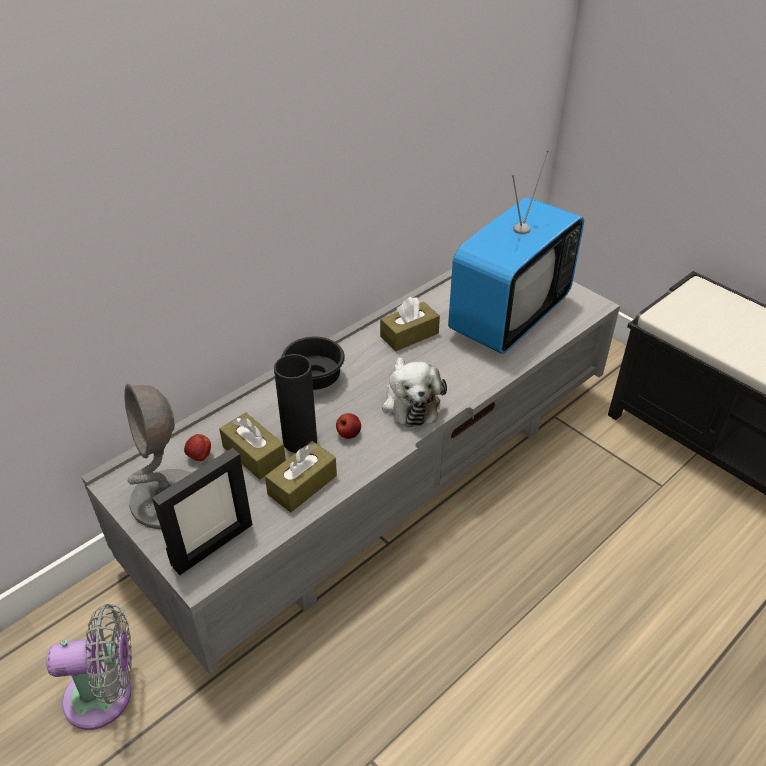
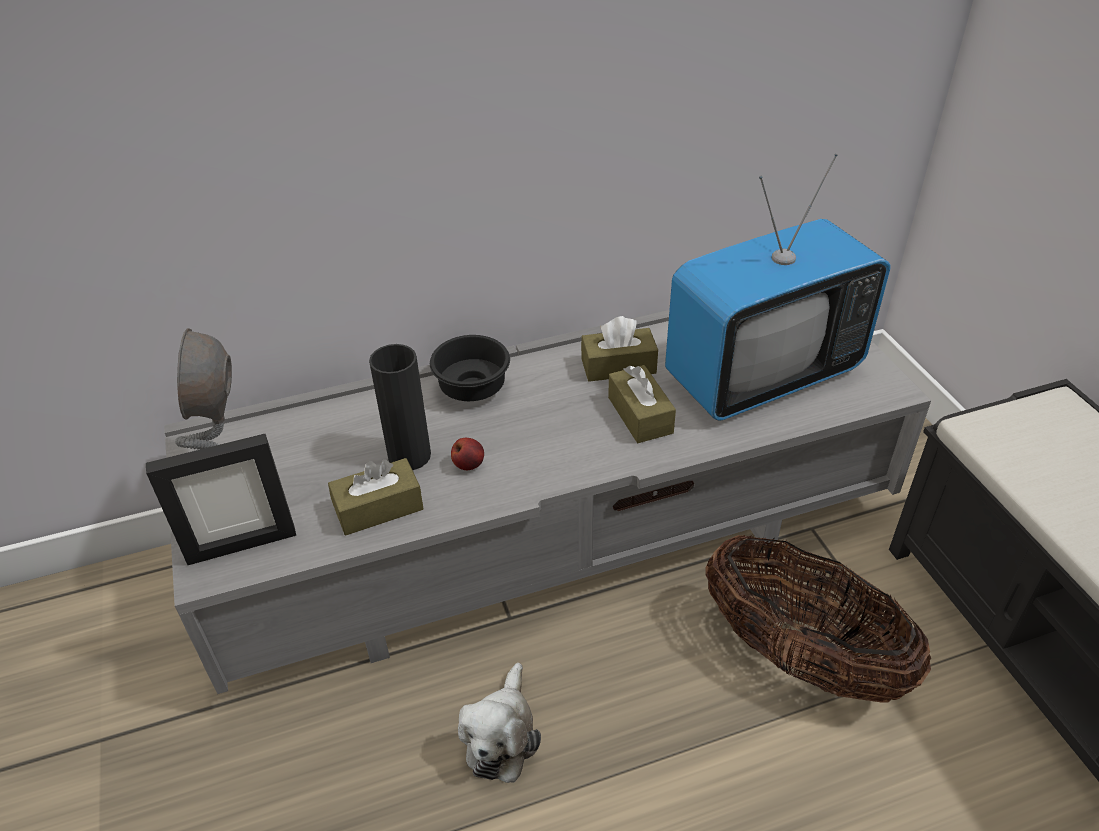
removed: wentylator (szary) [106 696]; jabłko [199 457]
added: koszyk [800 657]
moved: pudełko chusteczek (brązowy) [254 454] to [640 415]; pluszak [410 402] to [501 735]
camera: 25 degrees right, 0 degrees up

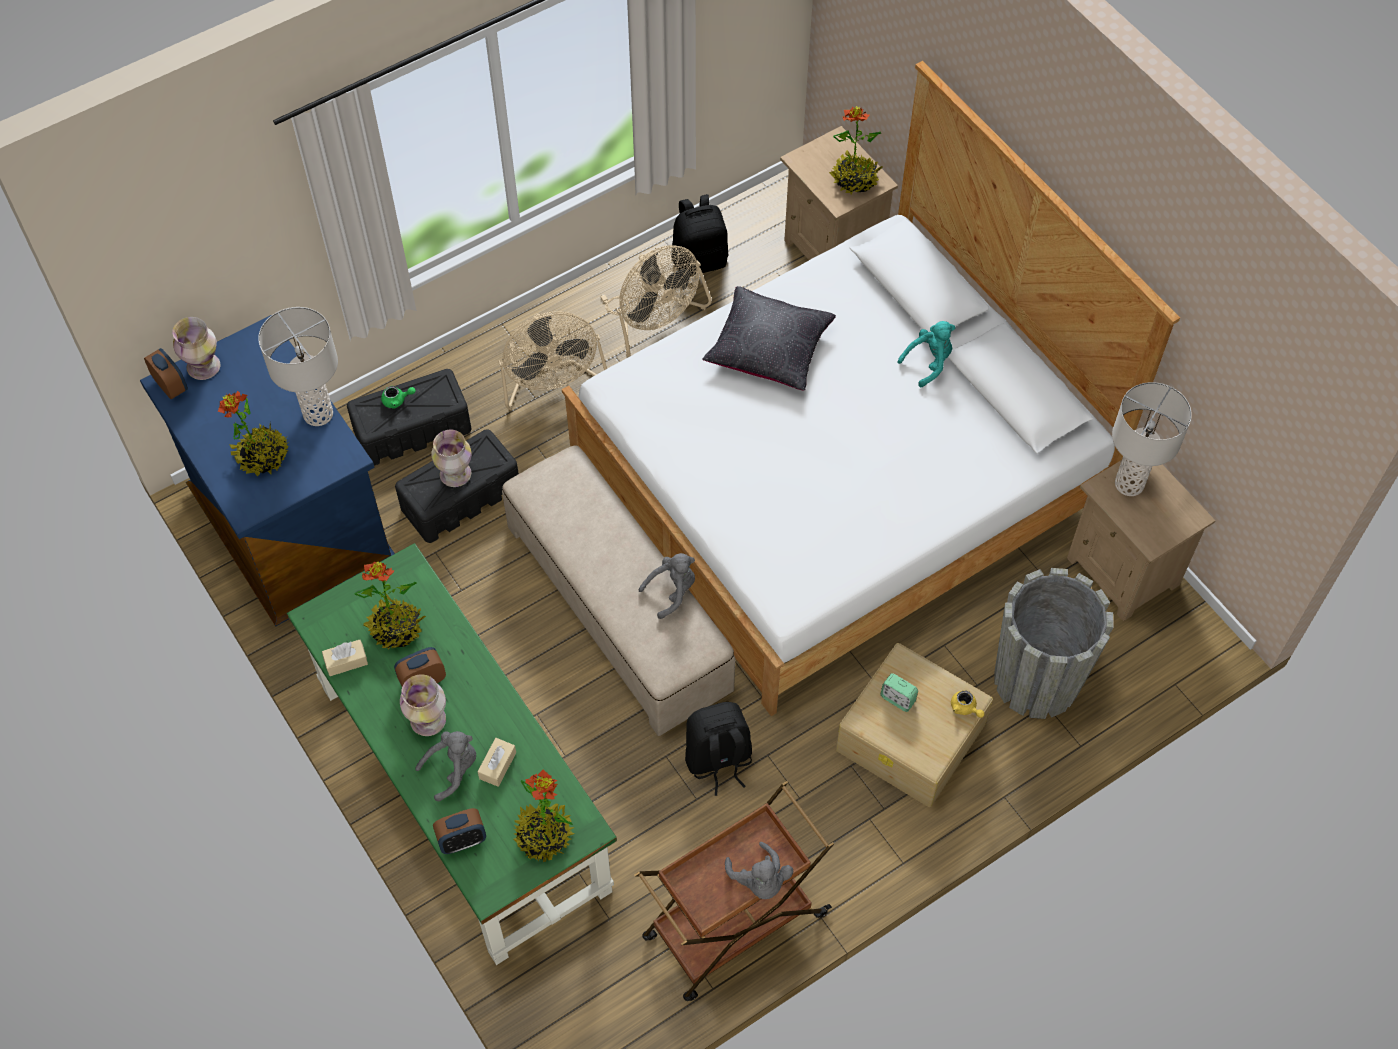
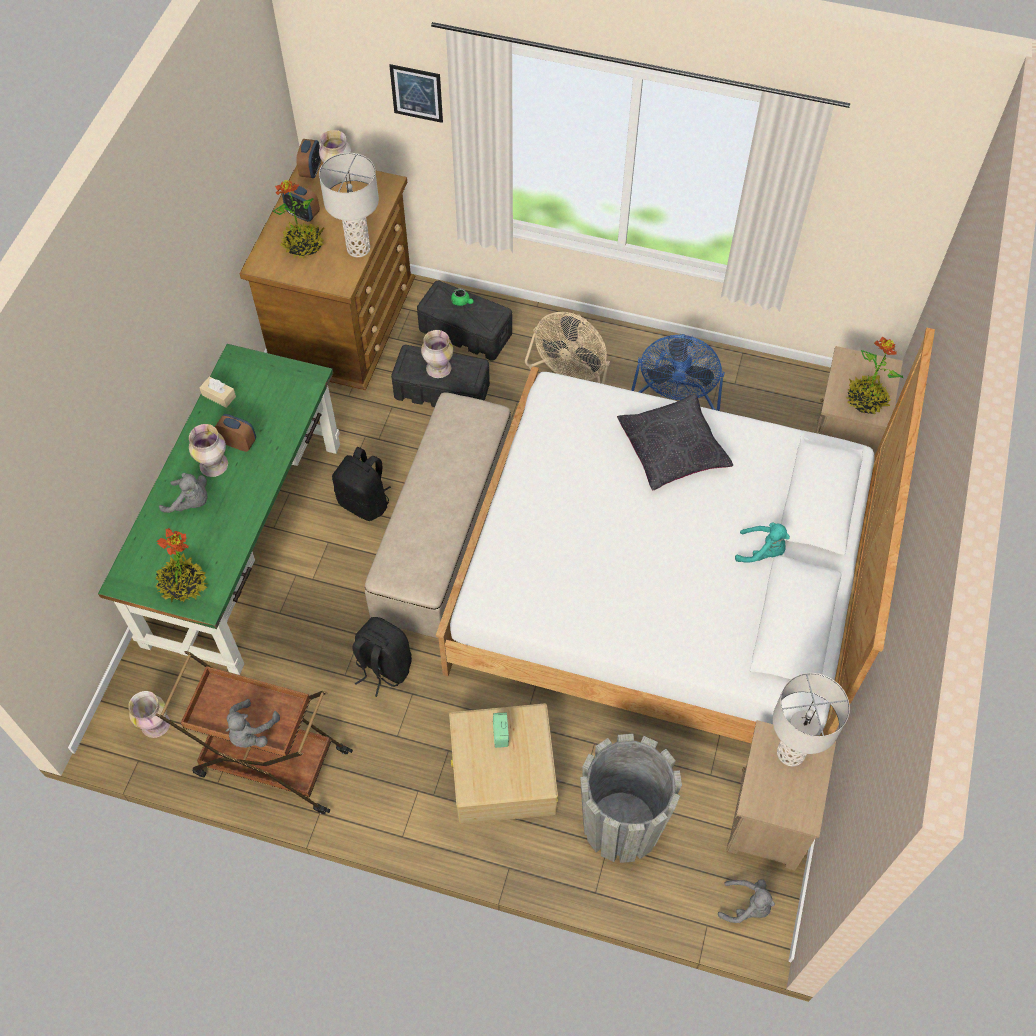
removed: roślina doniczkowa [396 628]; pudełko chusteczek (beżowy) [497 765]; imbryk (żółty) [965 708]
added: wazon [156 724]; obraz [416 93]
moved: budzik [462 840] to [303 215]; pluszak (szary) [672 591] to [746 906]; plecak (czarny) [700 260] to [365 502]
recoloured: komoda (niebieski) [291 525] to komoda (brązowy) [343 325]; wentylator (beżowy) [651 321] to wentylator (niebieski) [673 392]
camera: 50 degrees right, 0 degrees up

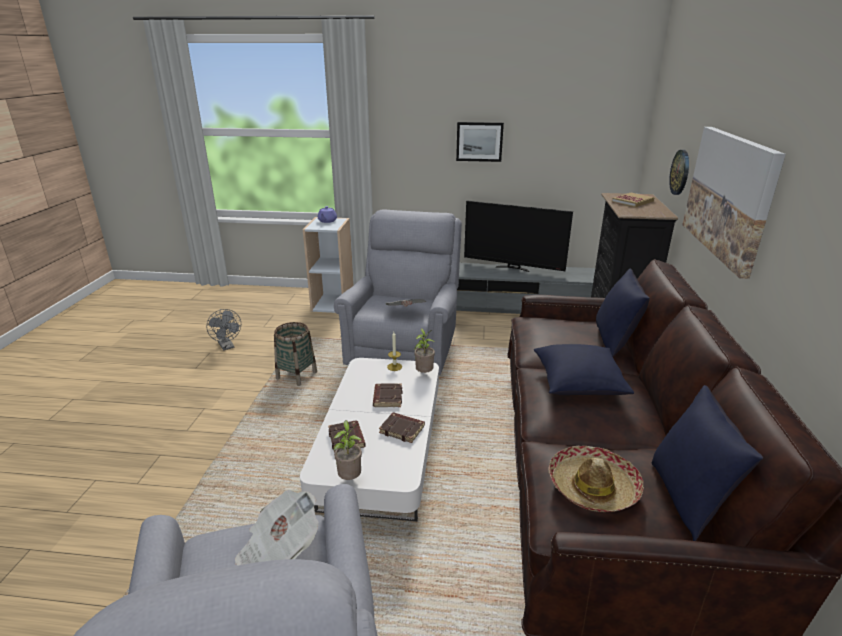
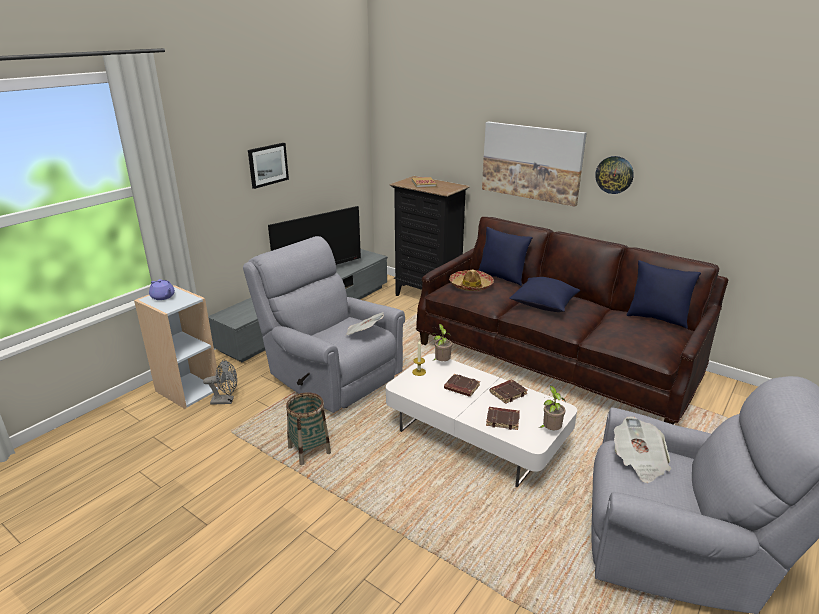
moved: wentylator (szary) [227 346] to [226 400]; kapelusz [592 487] to [471 285]; zegar ścienny [680 172] to [614 174]
camera: 60 degrees left, 0 degrees up

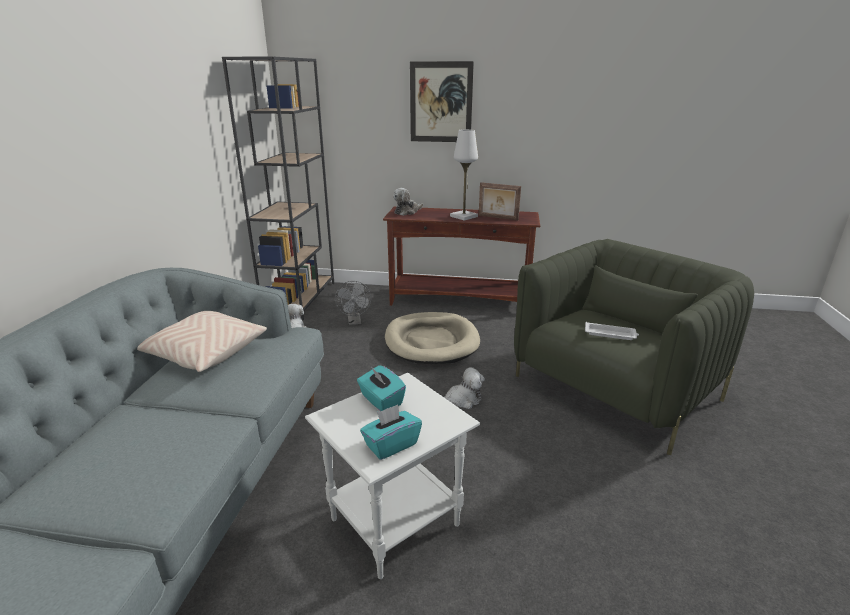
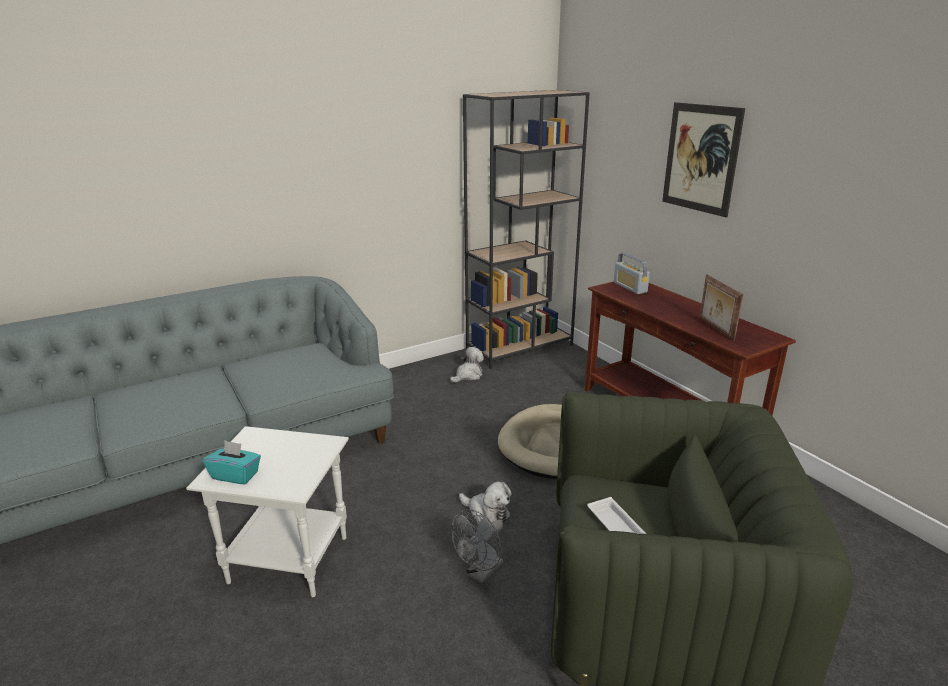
removed: poduszka (beżowy) [204 353]; pudełko chusteczek (turkusowy) [381 400]; lampa stołowa (biały) [464 216]
moved: wentylator (szary) [355 322] to [481 573]
replaced: pluszak [407 212] to radio [630 287]
camera: 50 degrees right, 0 degrees up

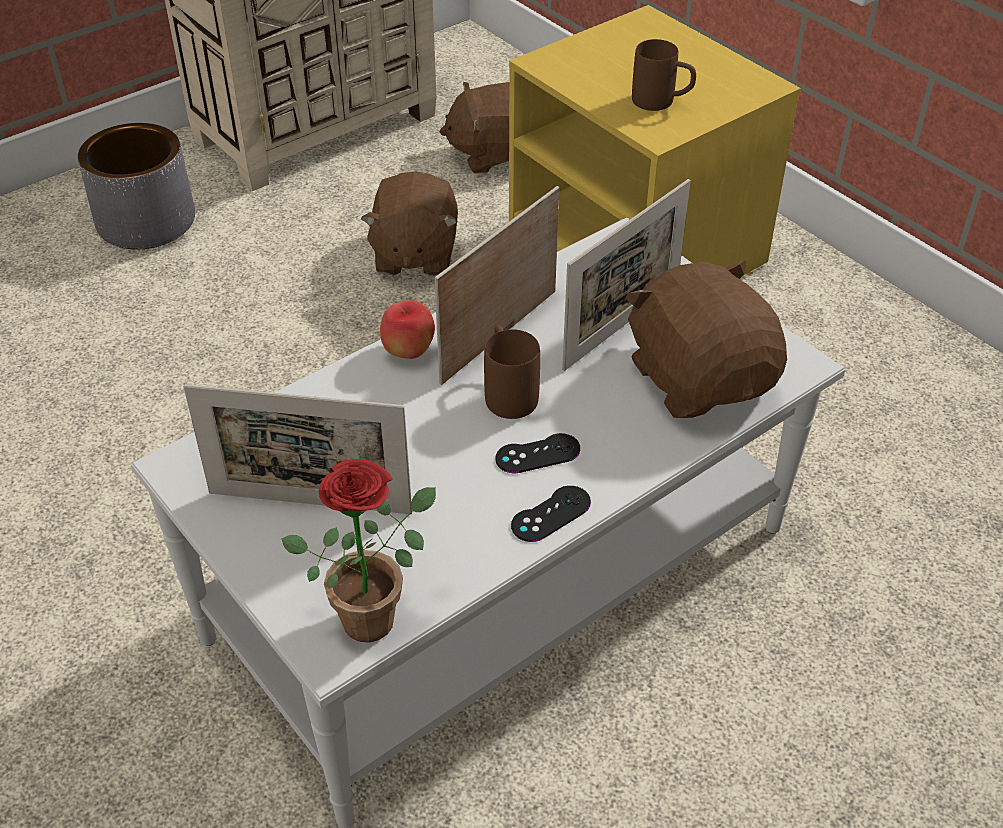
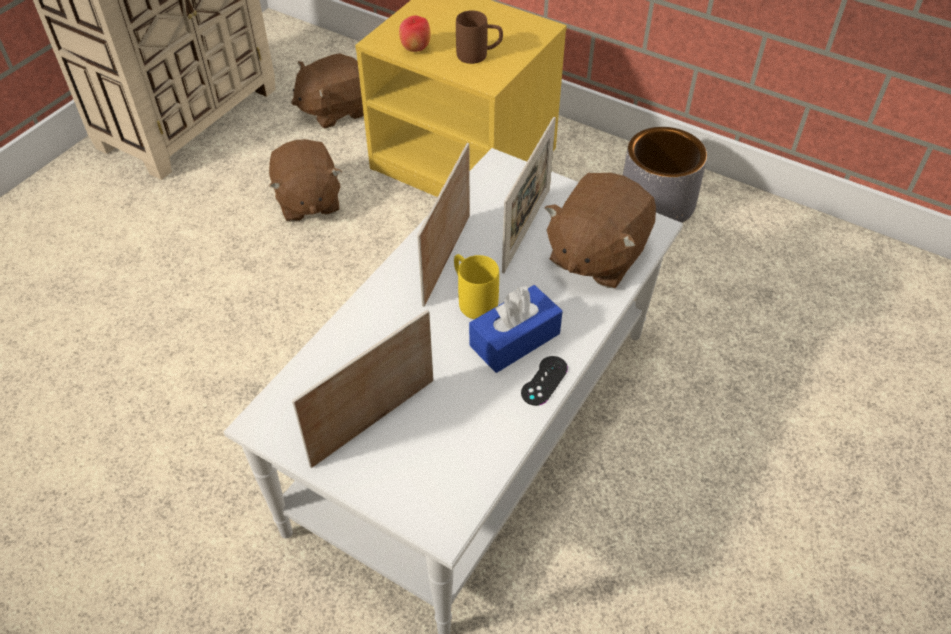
removed: roślina doniczkowa [375 613]
moved: donica (szary) [147 223] to [656 203]; jabłko [408 352] to [415 49]
replaced: pad do gier (czarny) [538 454] to pudełko chusteczek (niebieski) [514 339]
recoloured: kubek (brązowy) [508 392] to kubek (żółty) [472 299]
turned: ramka na zdjęcie [310 503] = [373 422] 150 degrees clockwise; pluszak (brązowy) [700 379] = [596 255] 105 degrees counterclockwise
camera: 20 degrees left, 5 degrees up

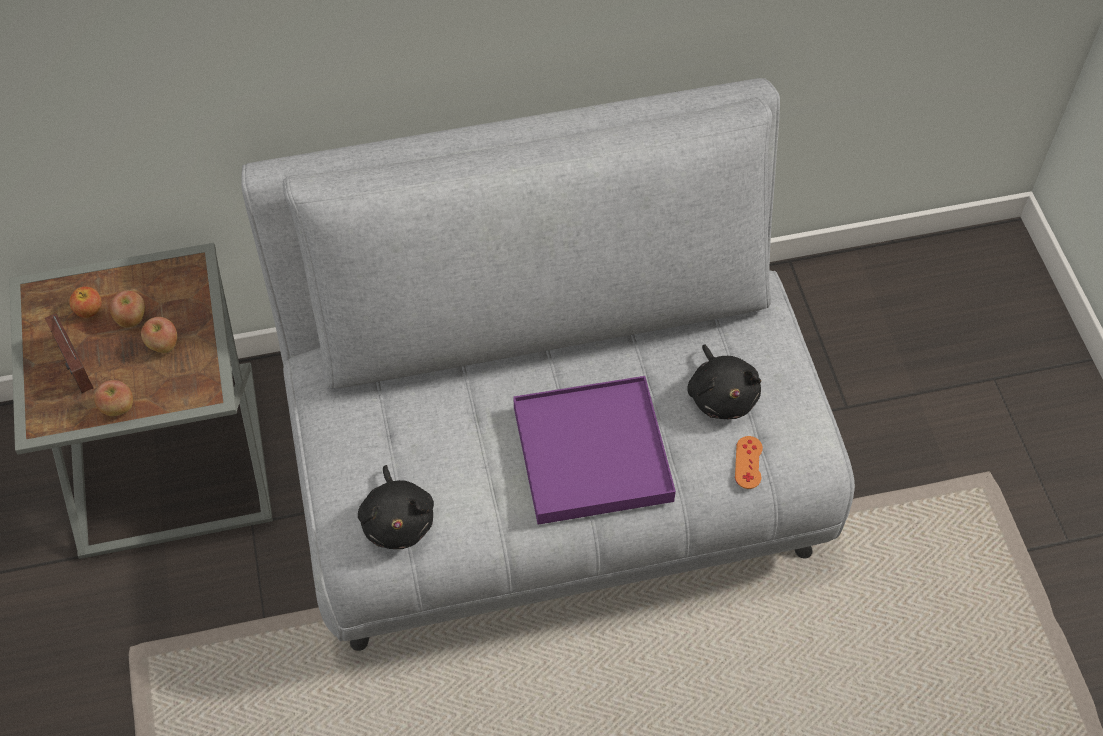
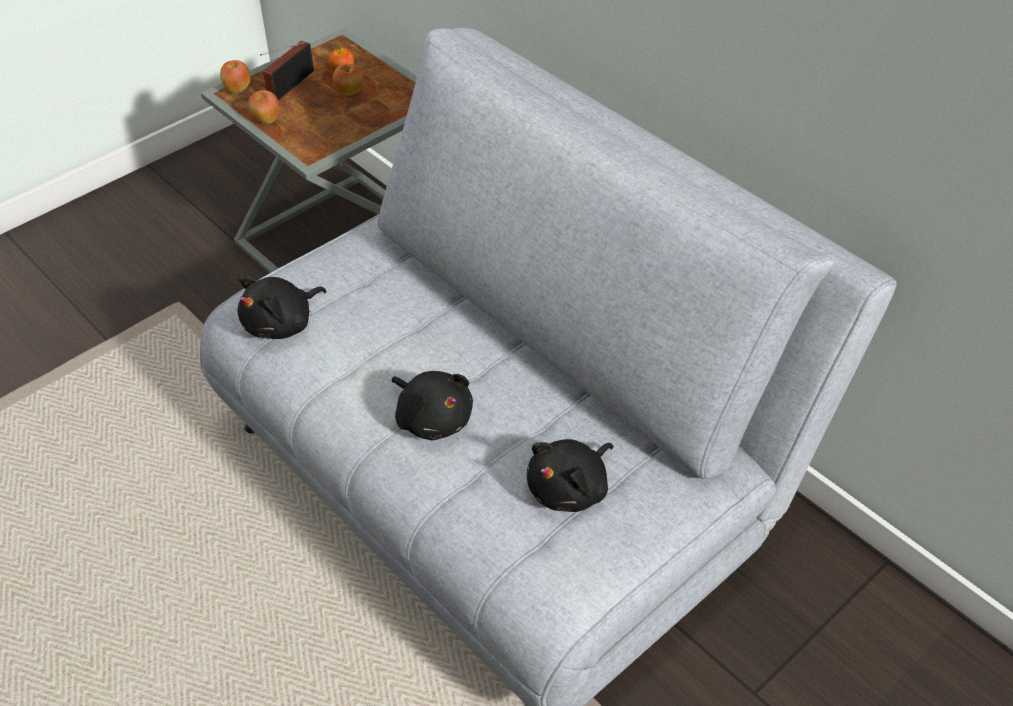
removed: pad do gier (pomarańczowy) [748 462]
moved: jabłko [163 345] to [237 89]
replaced: taca (fioletowy) [591 453] to pluszak (czarny) [432 418]
camera: 60 degrees right, 10 degrees down

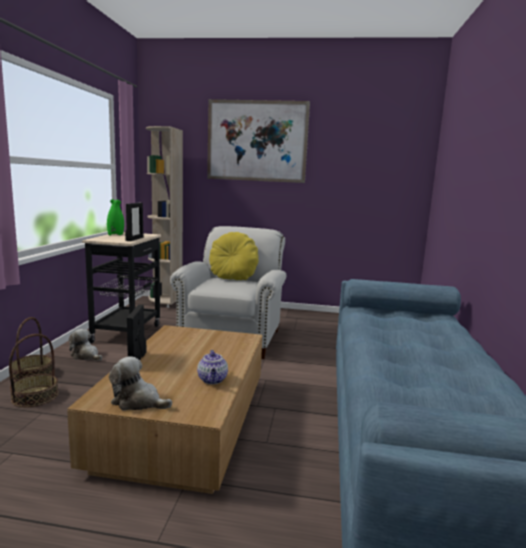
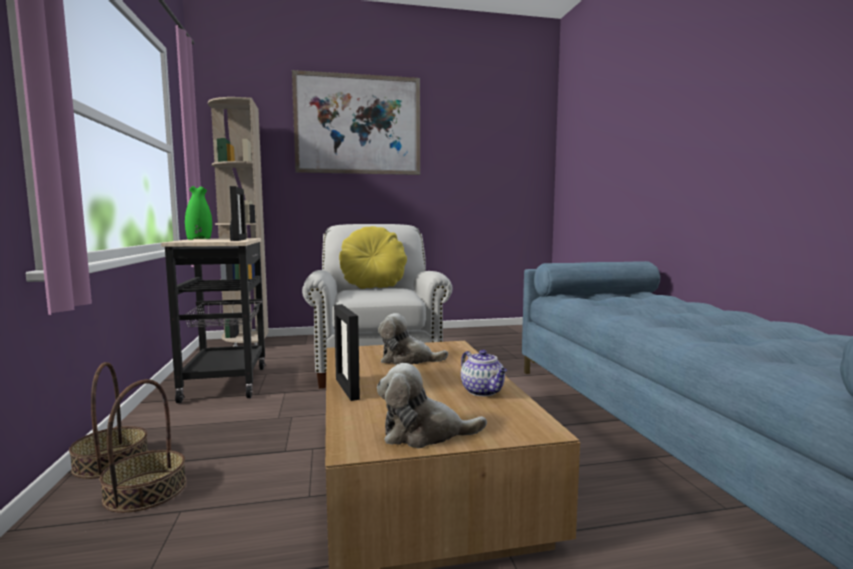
moved: pluszak [86 356] to [407 360]
camera: 20 degrees left, 5 degrees down

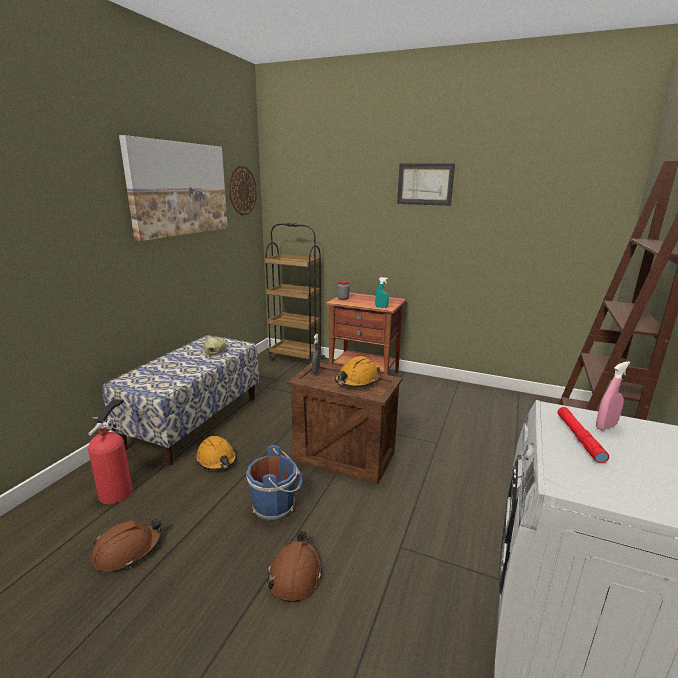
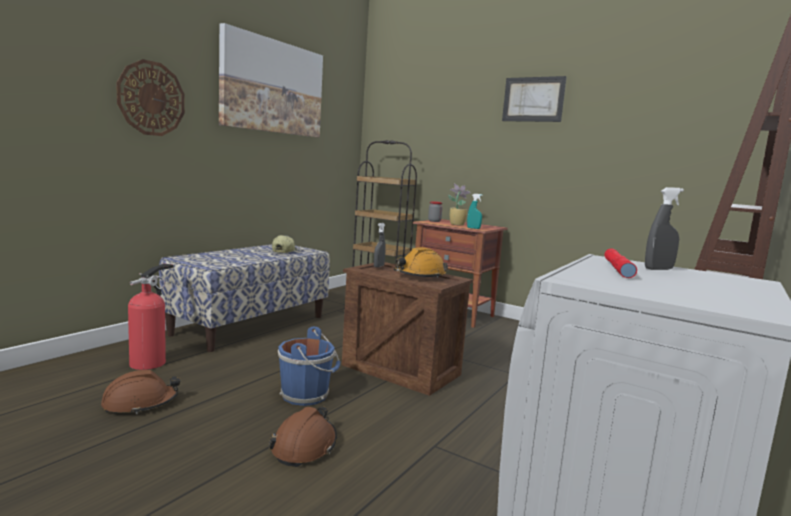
removed: kask (pomarańczowy) [217 460]
added: roślina doniczkowa [456 224]
moved: zegar ścienny [242 191] to [151 98]
recoloured: spryskiwacz (różowy) [605 426] to spryskiwacz (szary) [658 269]
camera: 10 degrees right, 10 degrees down

